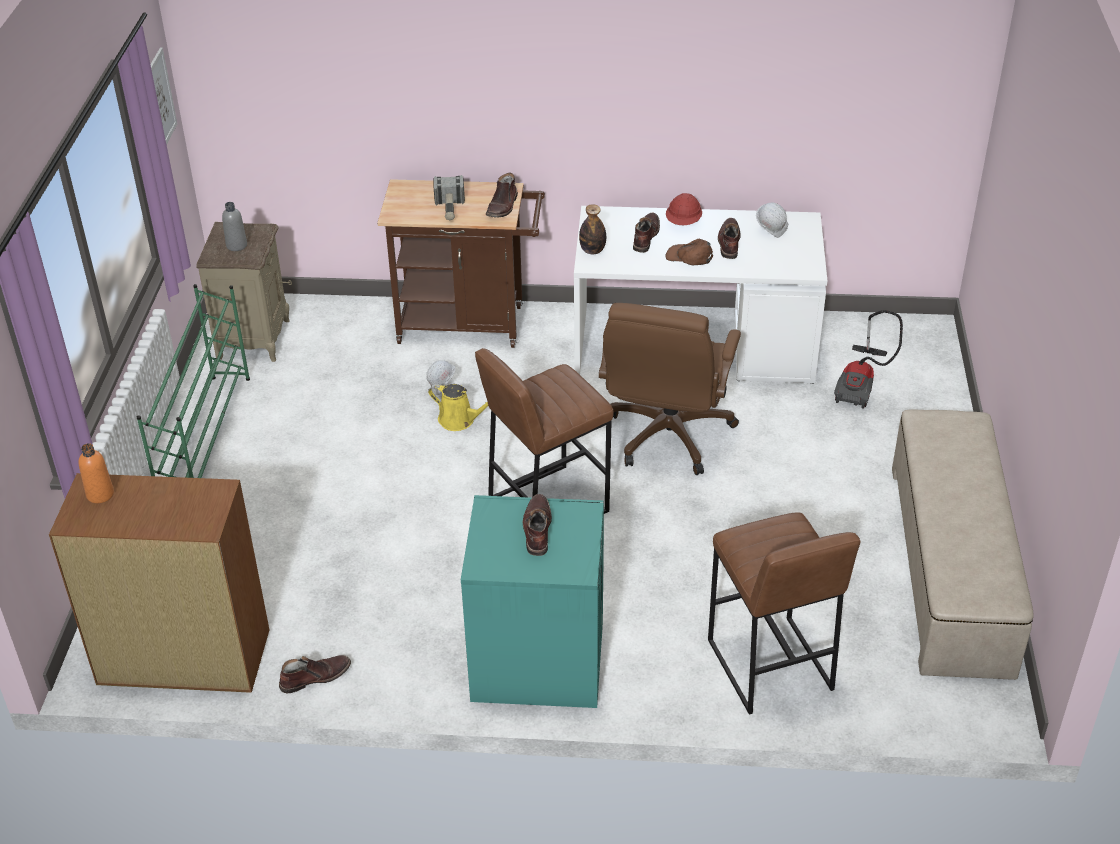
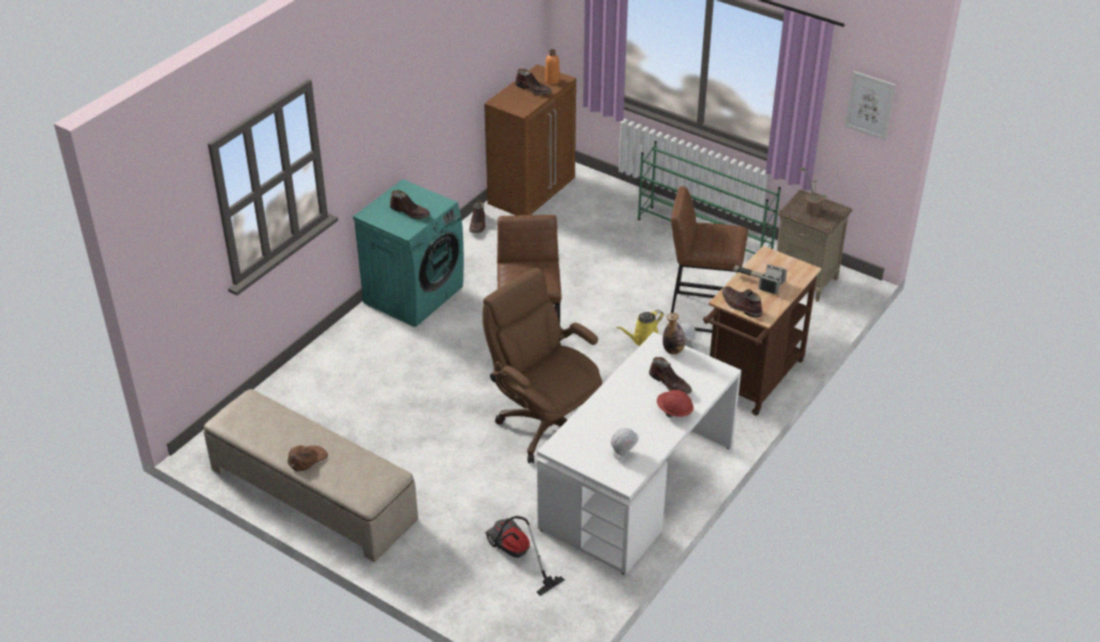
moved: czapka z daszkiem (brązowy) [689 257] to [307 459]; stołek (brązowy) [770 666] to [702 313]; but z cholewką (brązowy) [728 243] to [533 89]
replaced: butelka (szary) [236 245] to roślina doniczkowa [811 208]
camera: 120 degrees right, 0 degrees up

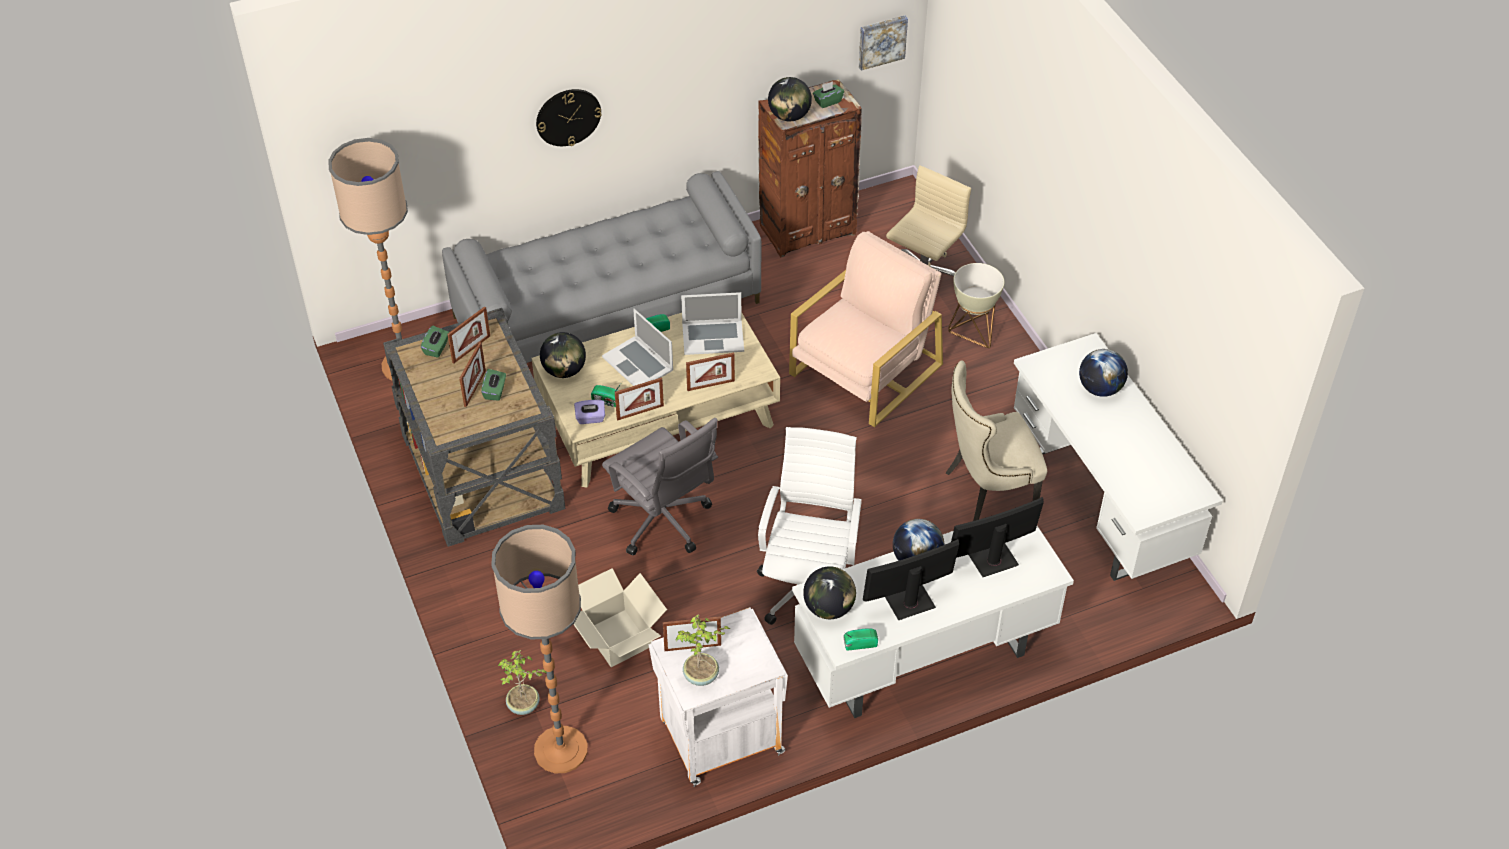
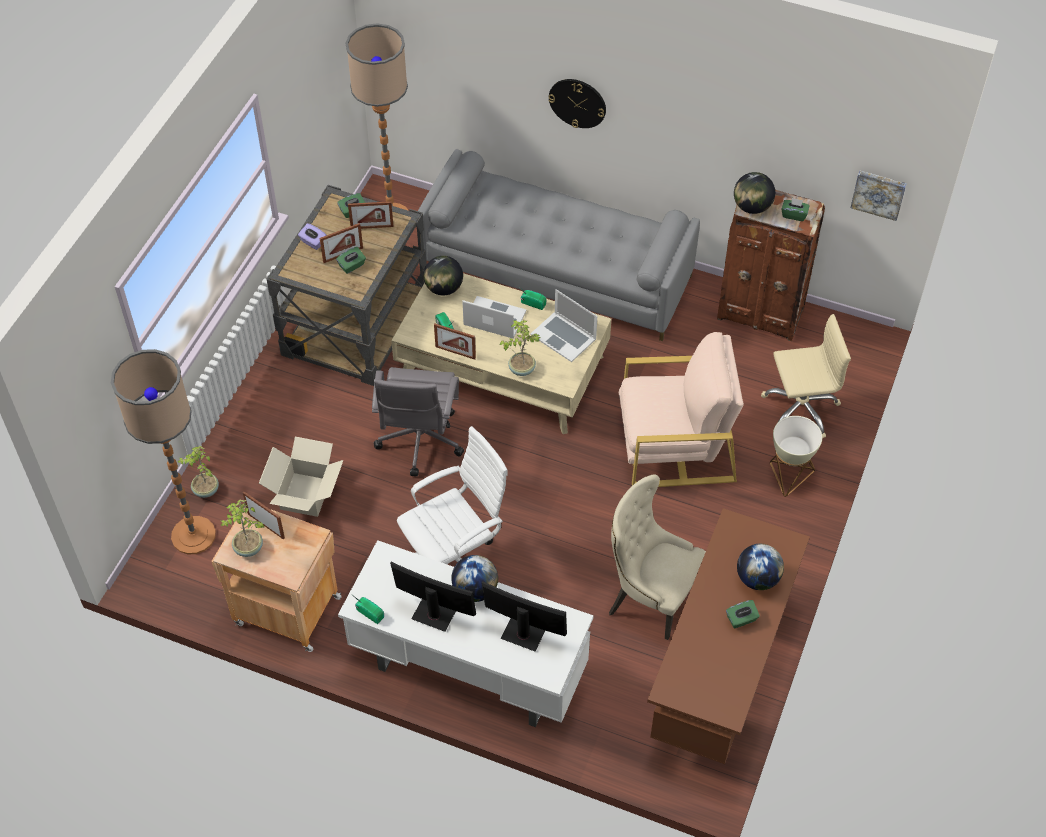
removed: globus [828 608]
added: pudełko chusteczek (zielony) [741 619]
moved: pudełko chusteczek (fioletowy) [590 418] to [313 242]
replaced: ramka na zdjęcie [710 385] to roślina doniczkowa [521 369]
recoloured: wózek (biały) [720 739] to wózek (brązowy) [286 610]; biurko (biały) [1099 505] to biurko (brązowy) [720 672]
turned: laptop [638 363] = [494 318] 105 degrees clockwise
camera: 45 degrees right, 5 degrees up

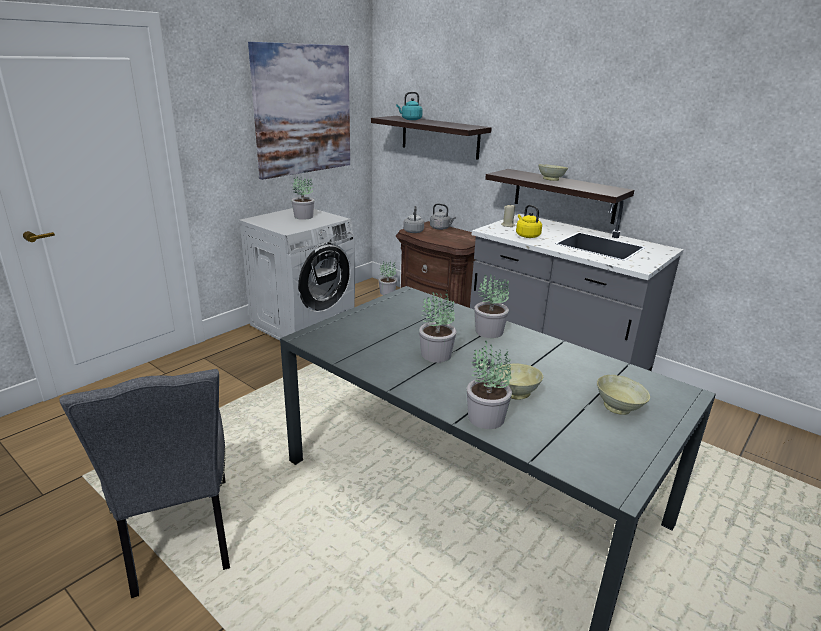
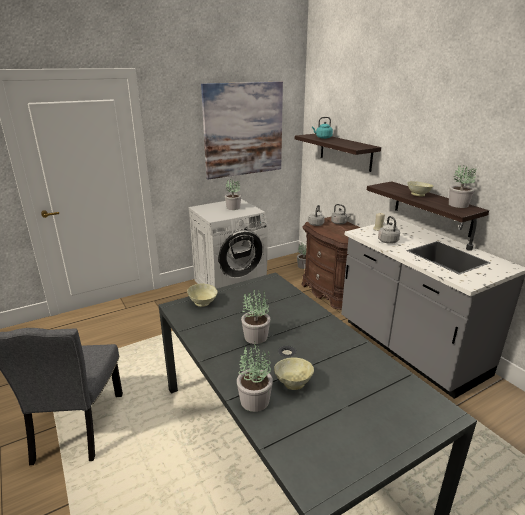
moved: roślina doniczkowa [489 332] to [458 205]; miska (beżowy) [619 408] to [203 303]
recoloured: czajnik (żółty) [527 235] to czajnik (szary) [387 240]
camera: 20 degrees right, 0 degrees up

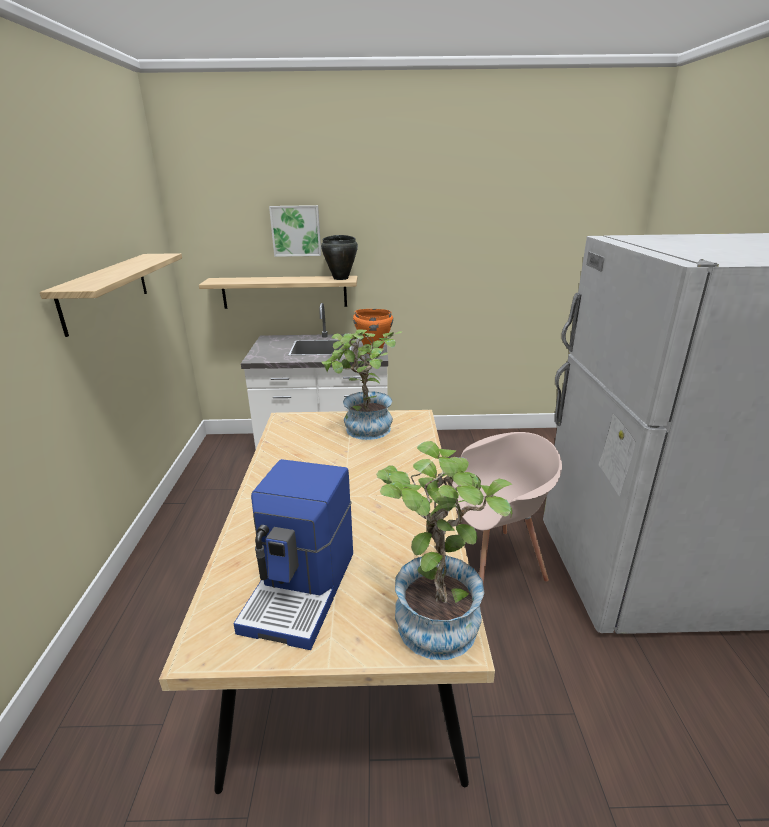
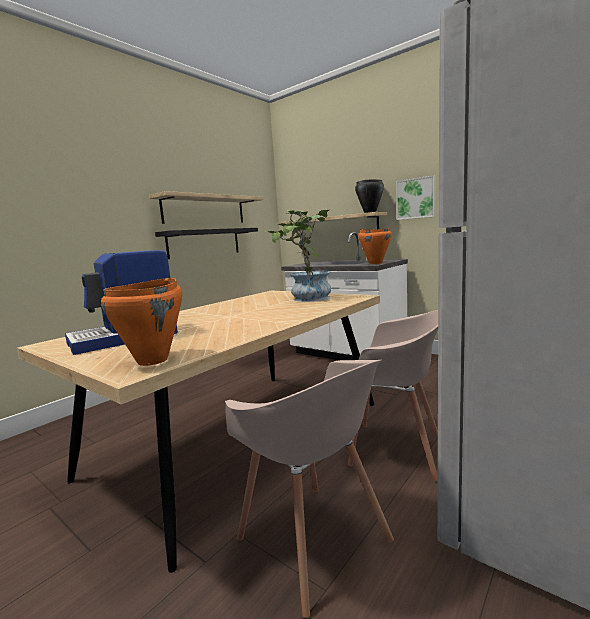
added: półka (czarny) [204 243]; krzesło (beżowy) [314 542]
moved: obraz [296 231] to [416 198]
replaced: roślina doniczkowa [437 615] to garnek (pomarańczowy) [153 360]
camera: 40 degrees right, 15 degrees down

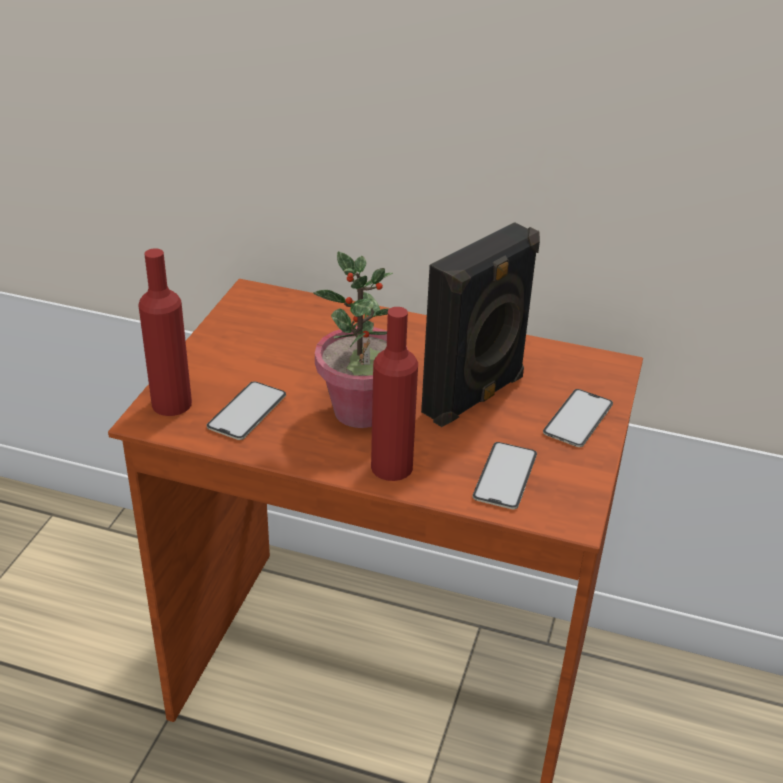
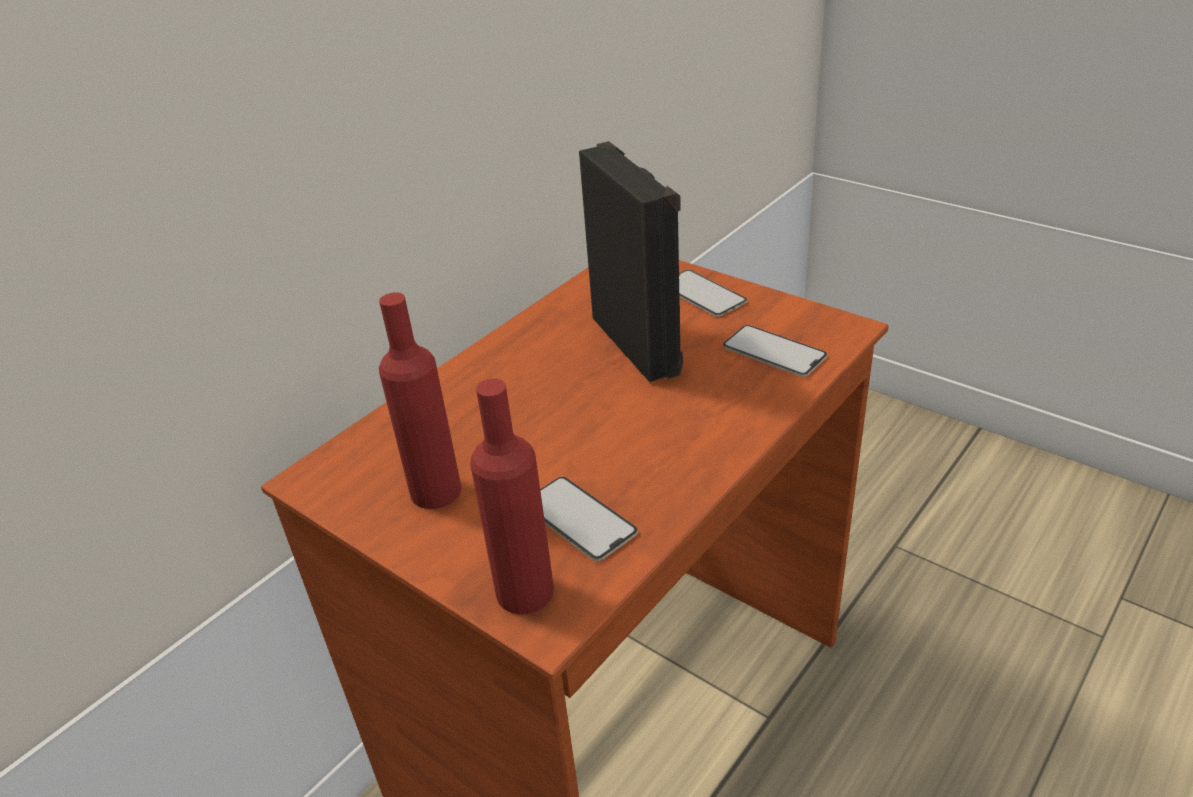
removed: roślina doniczkowa [361 411]
moved: butelka (czerwony) [391 467] to [436 491]
camera: 65 degrees left, 0 degrees up

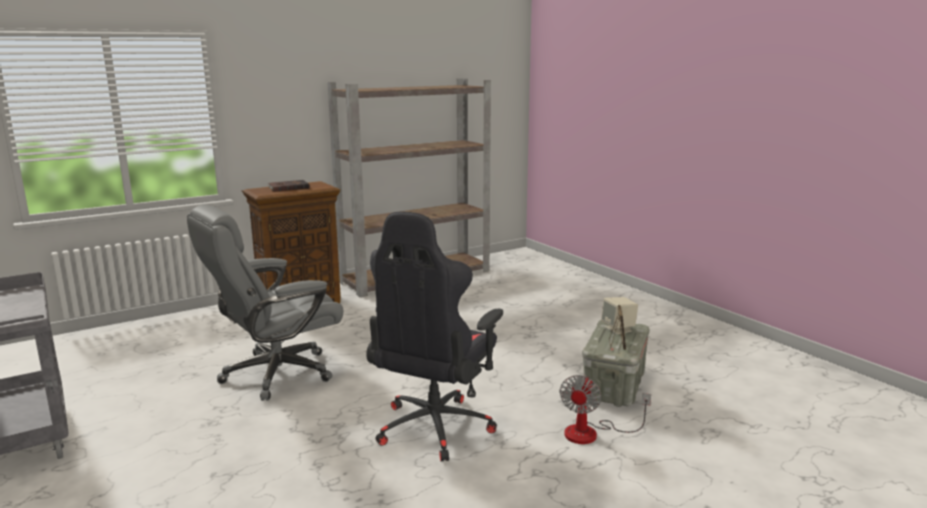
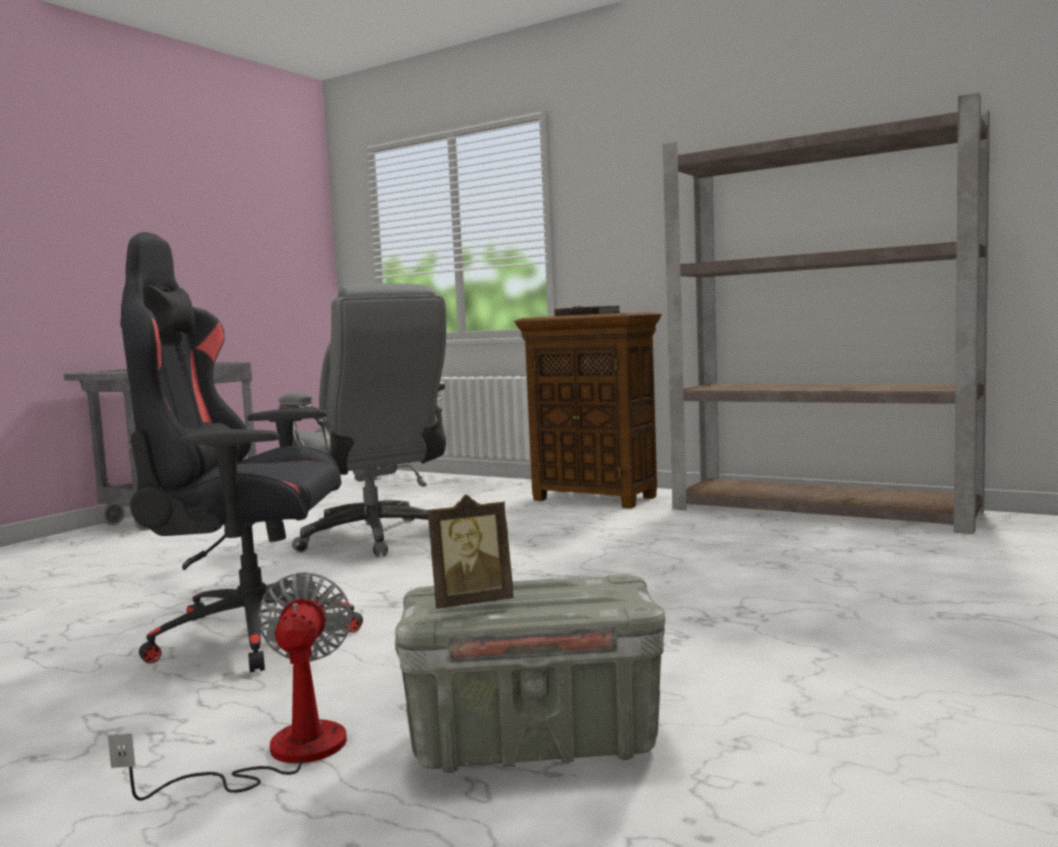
removed: głośnik (beżowy) [618 329]
turned: krzesło biurowe (szary) [277 373] = [373 538] 150 degrees counterclockwise; wentylator [592 433] = [281 755] 90 degrees clockwise
camera: 65 degrees right, 10 degrees down

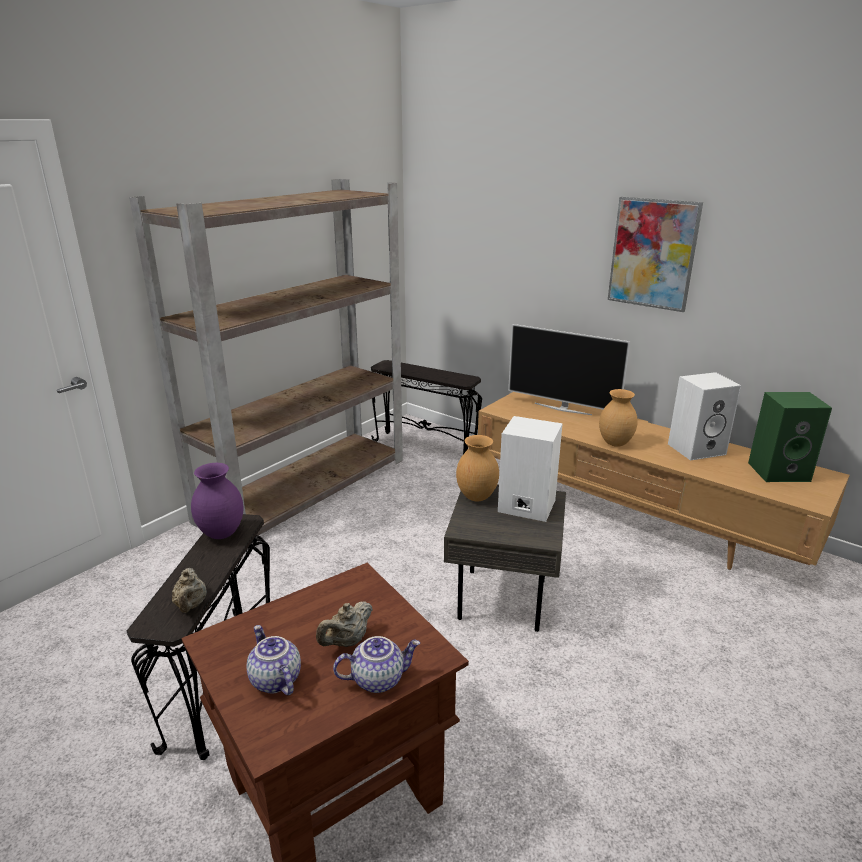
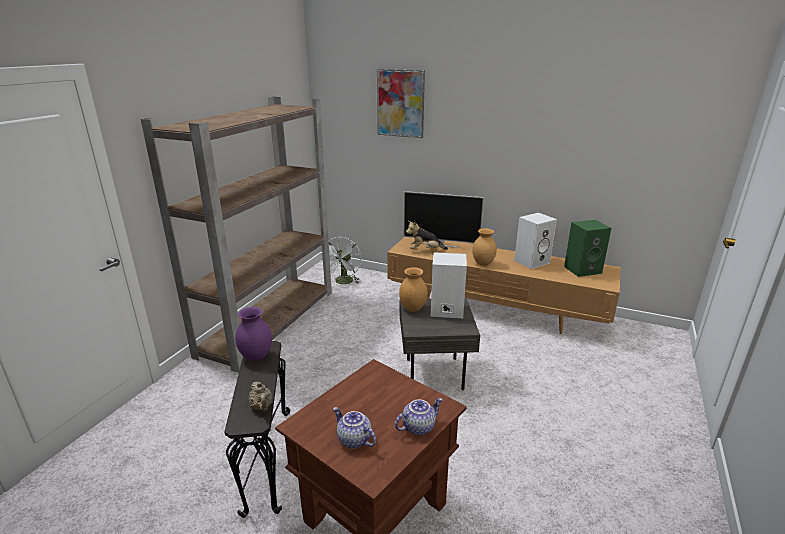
removed: imbryk (beżowy) [347 641]
added: pluszak [425 250]
moved: obraz [653 254] to [400 103]
replaced: stolik (czarny) [425 448] to wentylator (biały) [343 282]
camera: 15 degrees left, 0 degrees up

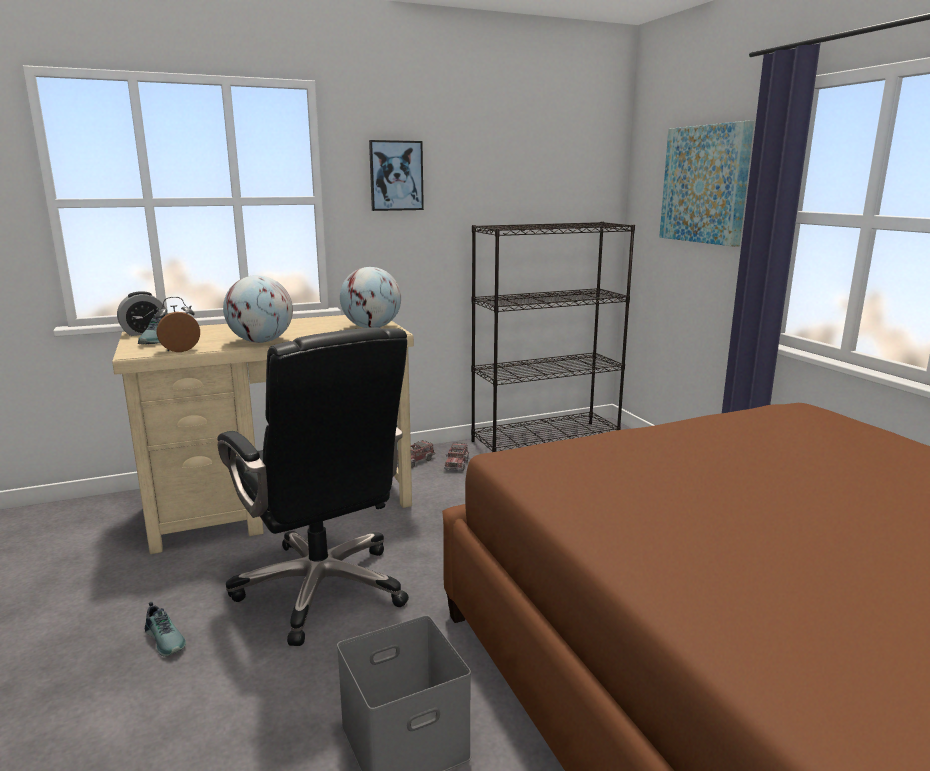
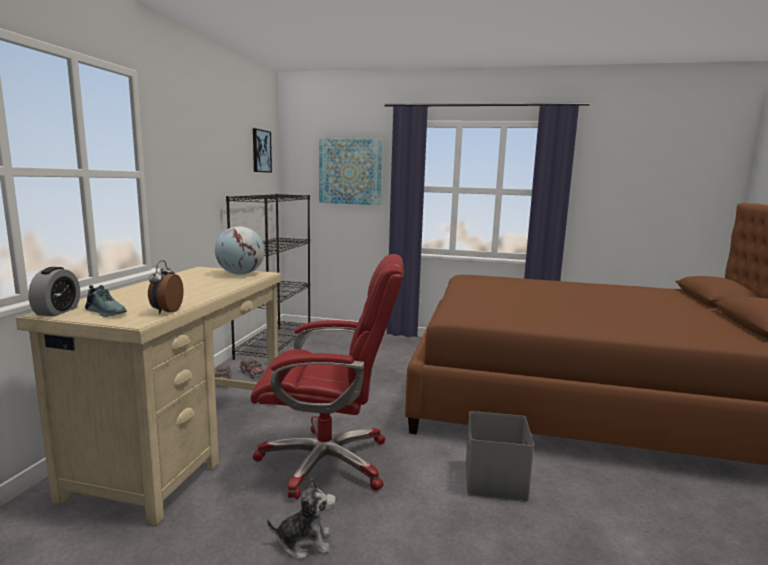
removed: globus [261 342]
moved: obraz [396 175] to [261 151]
replaced: but [166 639] to pluszak [305 542]
recoloured: krzesło biurowe (czarny) [322 588] to krzesło biurowe (czerwony) [327 461]
camera: 55 degrees left, 5 degrees down

